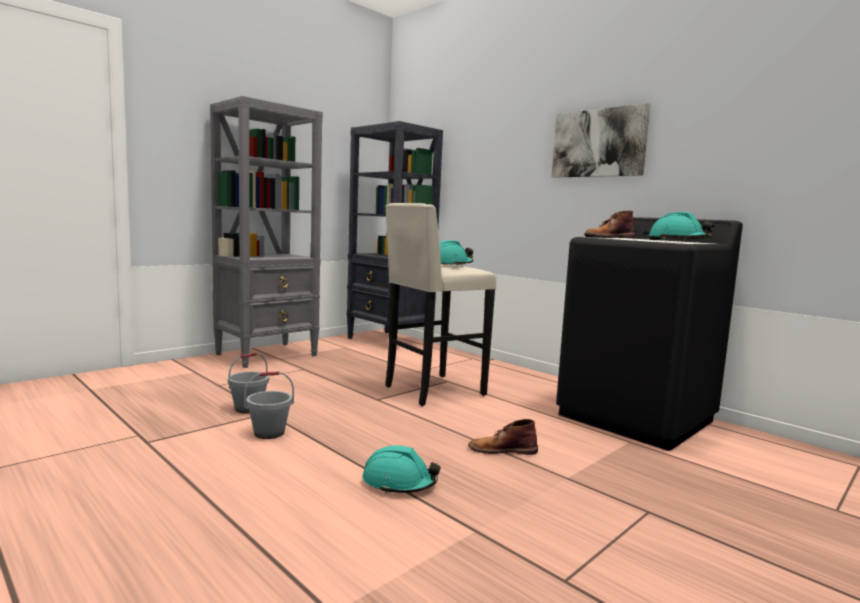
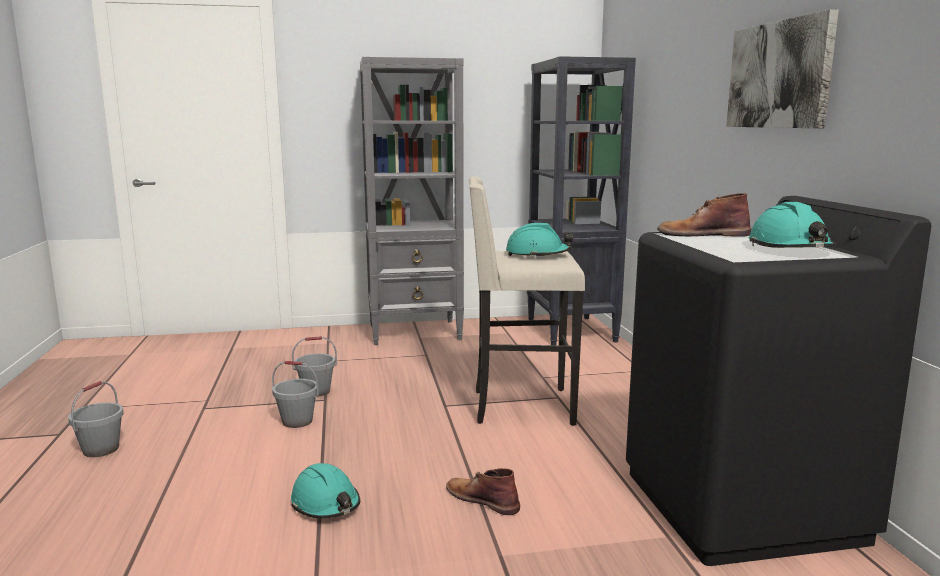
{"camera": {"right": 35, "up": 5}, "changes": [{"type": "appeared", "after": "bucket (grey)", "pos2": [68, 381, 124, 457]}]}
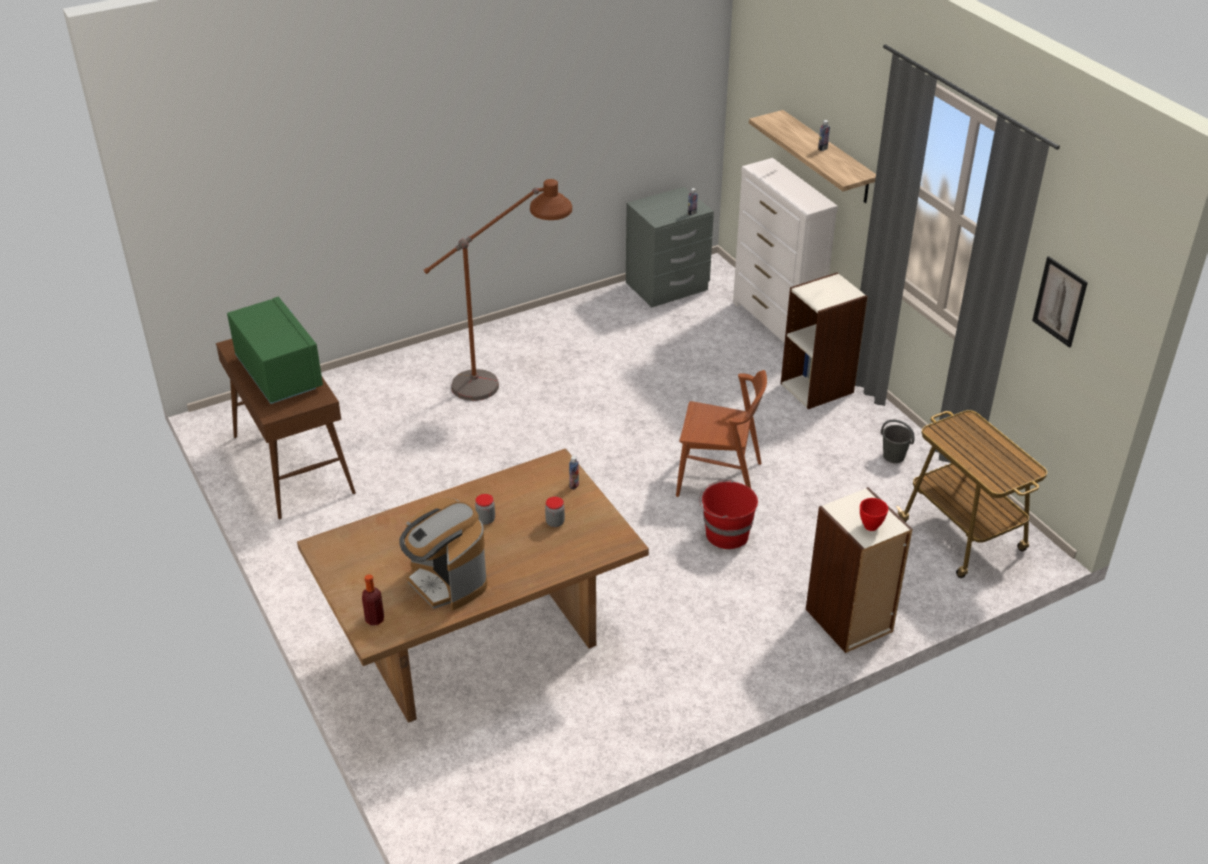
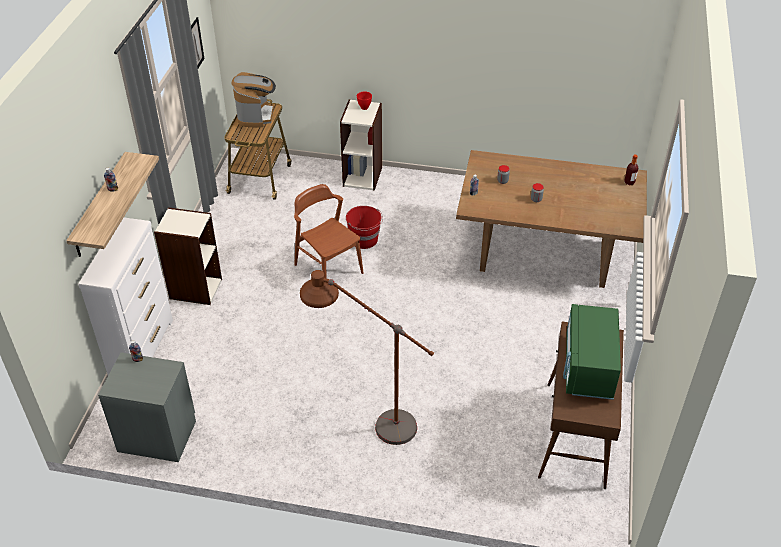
{"camera": {"right": -140, "up": 5}, "changes": [{"type": "relocated", "before": "coffee machine", "pos1": [400, 498, 487, 610], "pos2": [232, 72, 276, 127]}, {"type": "missing", "before": "bucket (grey)", "pos1": [881, 420, 915, 463]}]}
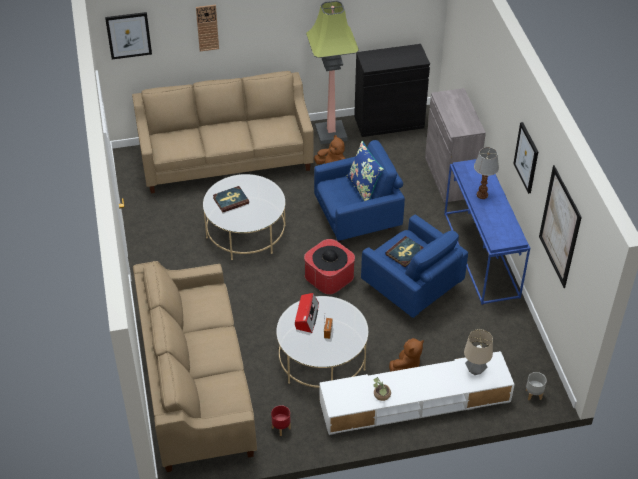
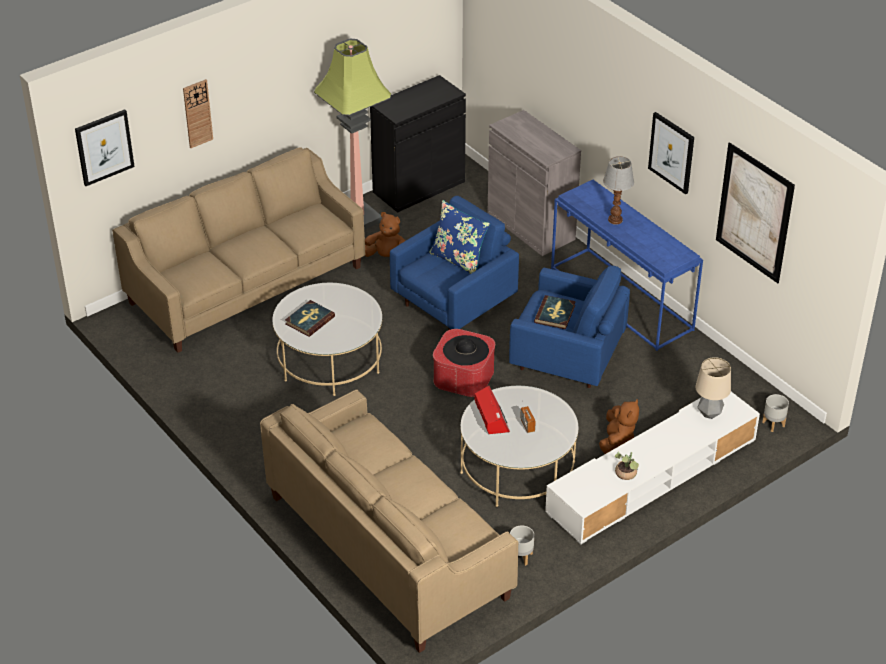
{"camera": {"right": -25, "up": -5}, "changes": [{"type": "colour", "before": "planter (red)", "after": "planter (grey)", "pos1": [271, 405, 291, 436], "pos2": [510, 525, 534, 566]}]}
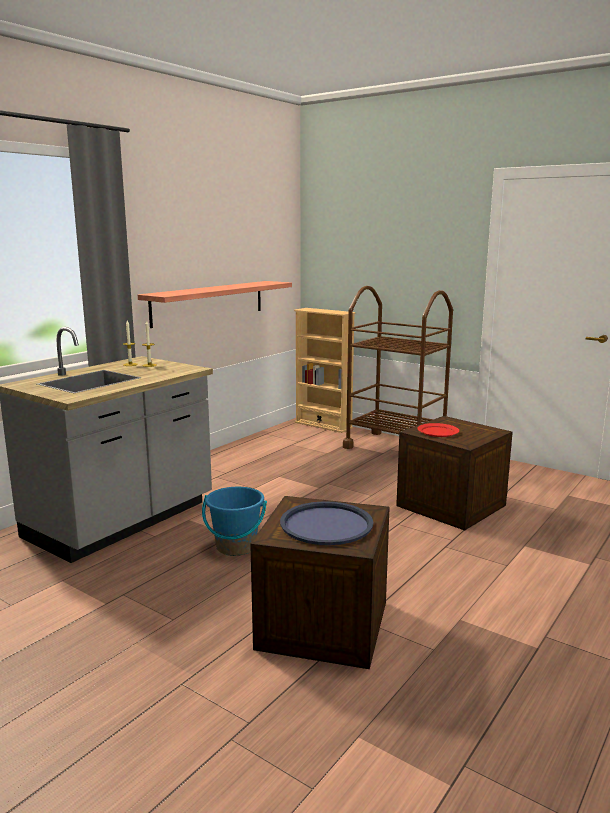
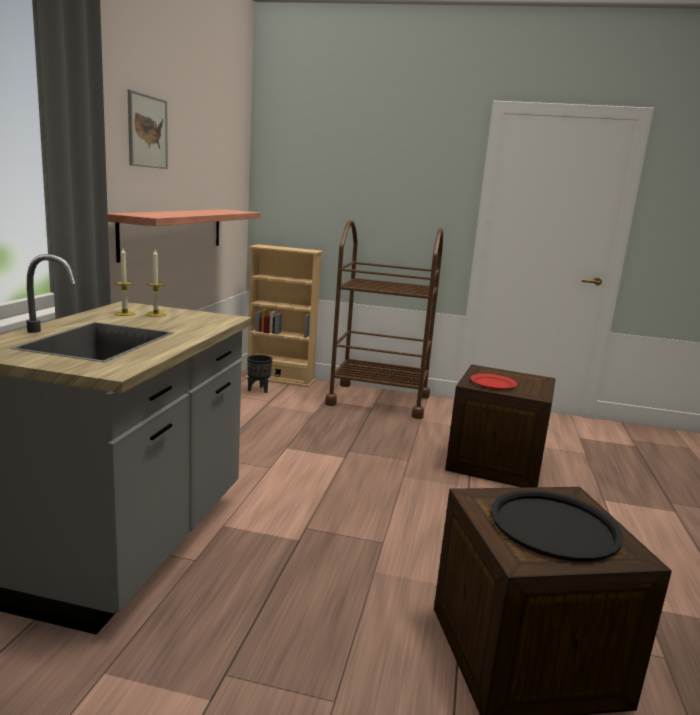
{"camera": {"right": -25, "up": 0}, "changes": [{"type": "appeared", "after": "picture", "pos2": [128, 89, 168, 169]}, {"type": "appeared", "after": "planter (black)", "pos2": [247, 355, 272, 393]}, {"type": "colour", "before": "tray (blue)", "after": "tray (black)", "pos1": [280, 501, 374, 545], "pos2": [491, 490, 623, 562]}, {"type": "missing", "before": "bucket (blue)", "pos1": [202, 487, 267, 556]}]}
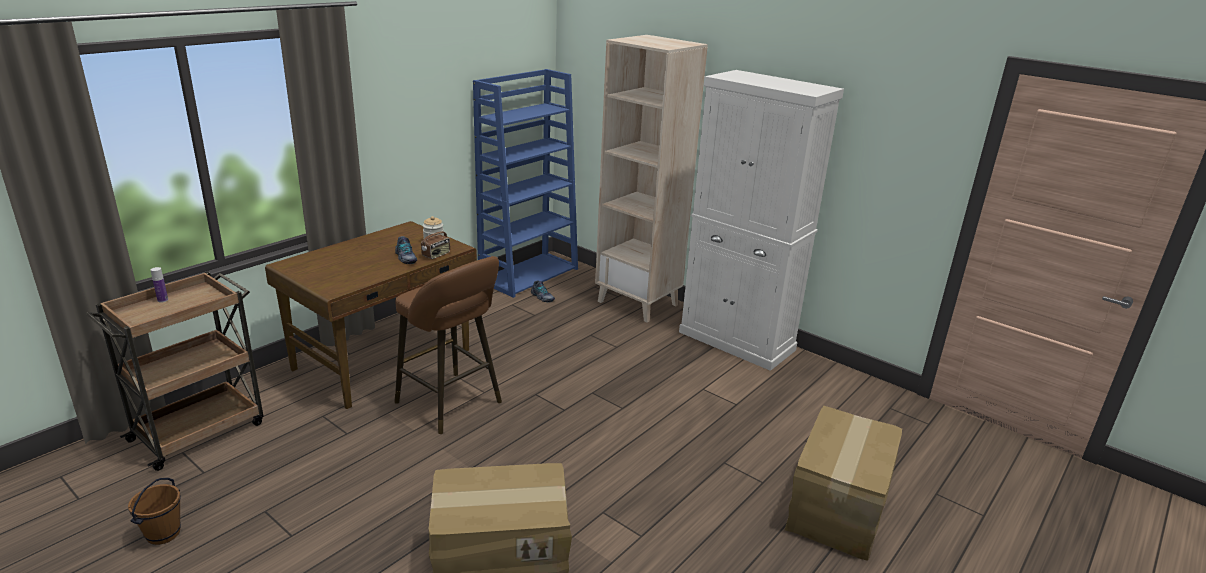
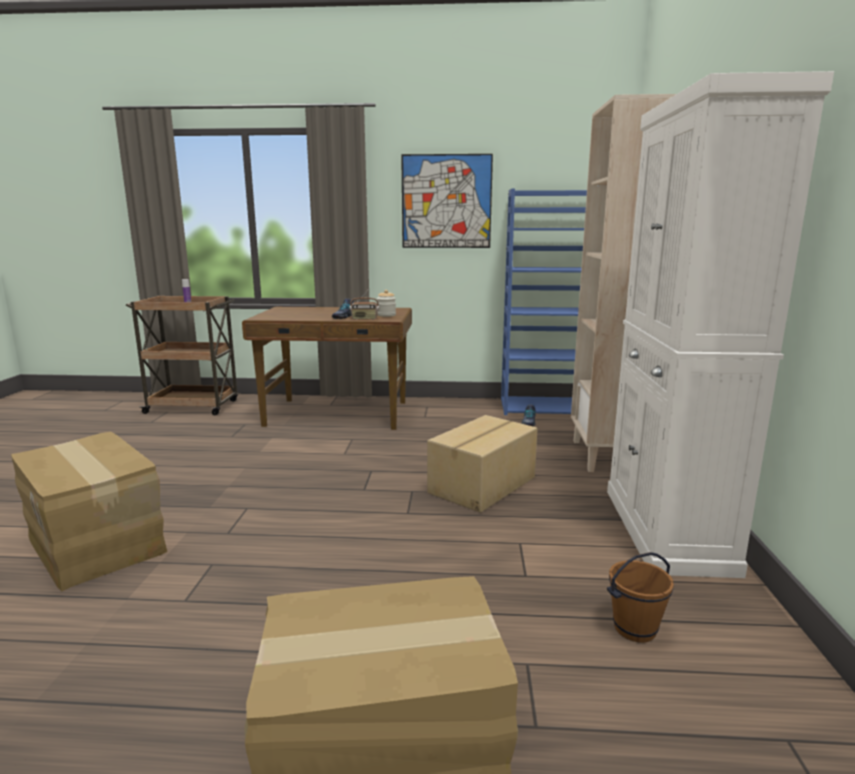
{"camera": {"right": 55, "up": -10}, "changes": [{"type": "appeared", "after": "picture", "pos2": [401, 154, 493, 248]}, {"type": "appeared", "after": "cardboard box", "pos2": [427, 415, 537, 513]}, {"type": "relocated", "before": "bucket (brown)", "pos1": [128, 478, 181, 545], "pos2": [607, 552, 674, 643]}, {"type": "missing", "before": "stool (brown)", "pos1": [394, 256, 502, 434]}]}
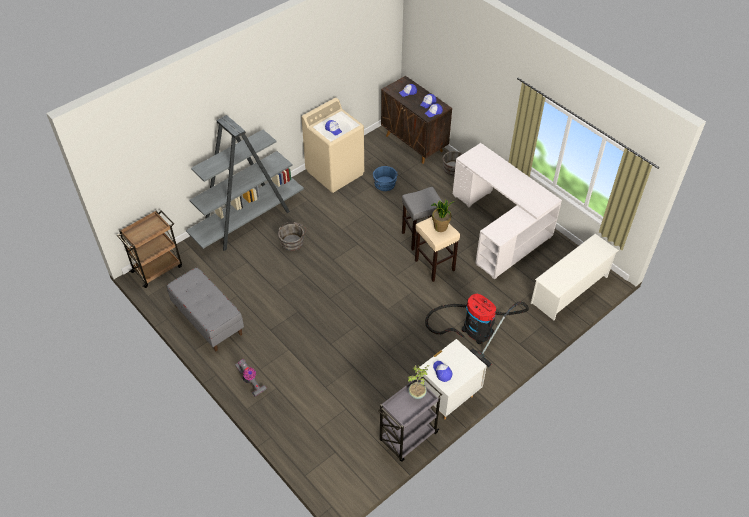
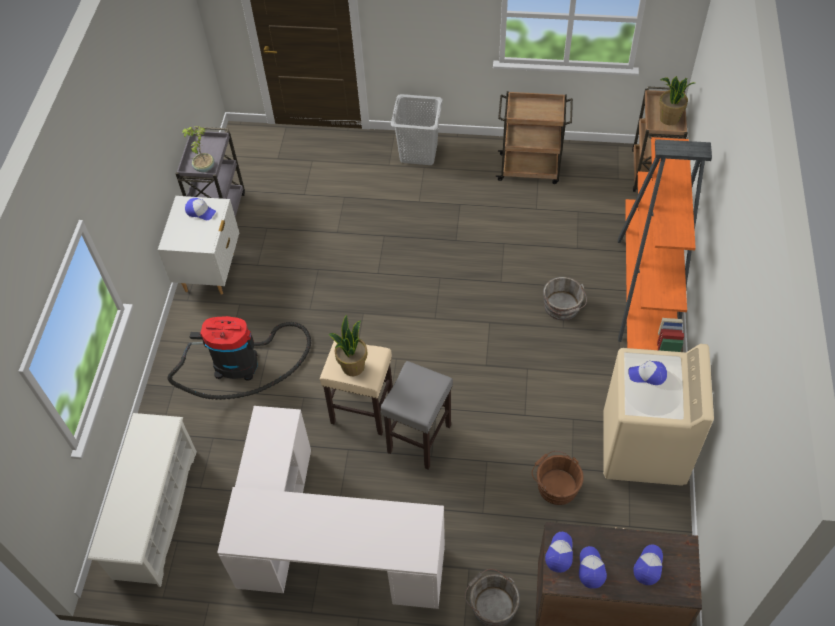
{"camera": {"right": 140, "up": 5}, "changes": [{"type": "exchanged", "before": "vacuum cleaner", "after": "laundry basket (grey)", "pos1": [235, 359, 267, 397], "pos2": [391, 94, 443, 165]}, {"type": "exchanged", "before": "bench (grey)", "after": "cart (brown)", "pos1": [167, 267, 244, 351], "pos2": [496, 91, 573, 184]}, {"type": "colour", "before": "bucket (blue)", "after": "bucket (brown)", "pos1": [372, 166, 398, 191], "pos2": [532, 451, 584, 505]}, {"type": "colour", "before": "bookcase (grey)", "after": "bookcase (orange)", "pos1": [186, 115, 304, 251], "pos2": [618, 137, 712, 352]}, {"type": "appeared", "after": "potted plant", "pos2": [659, 76, 695, 125]}]}
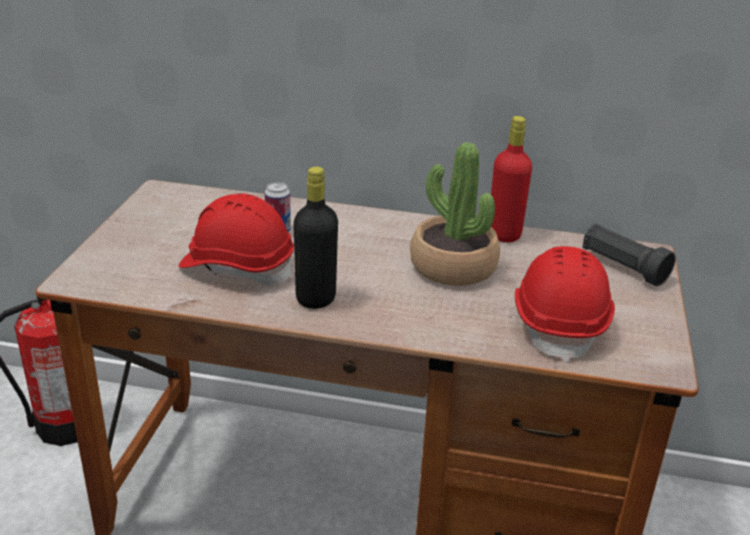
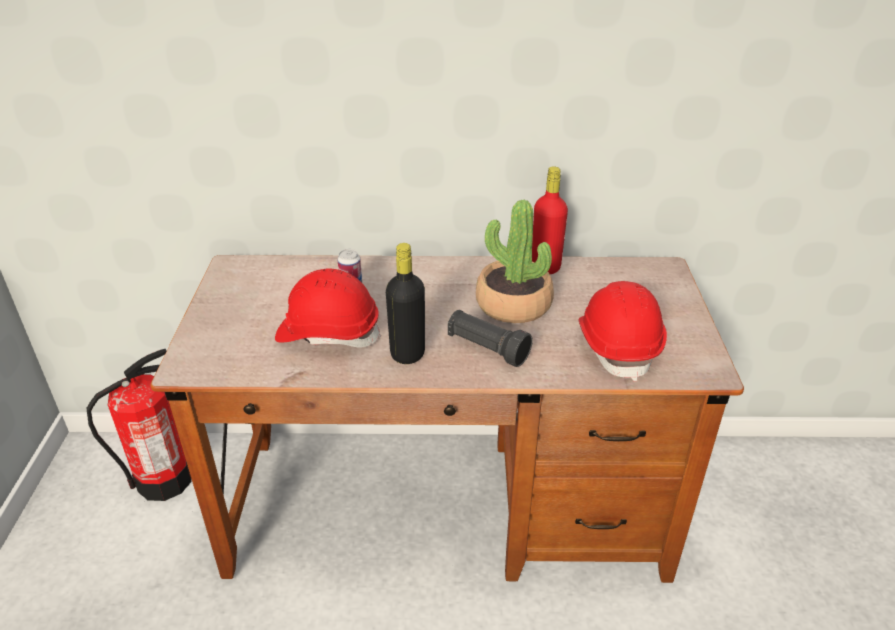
{"camera": {"right": -10, "up": 5}, "changes": [{"type": "relocated", "before": "flashlight (black)", "pos1": [582, 224, 676, 286], "pos2": [448, 310, 533, 367]}]}
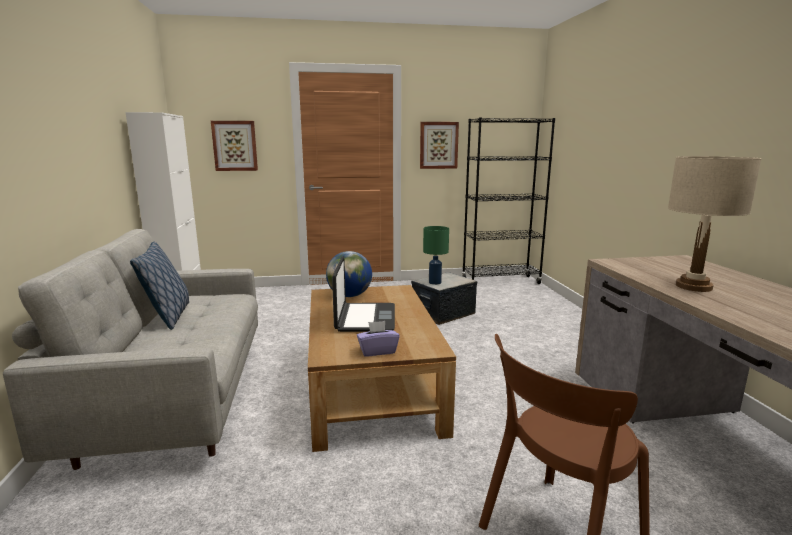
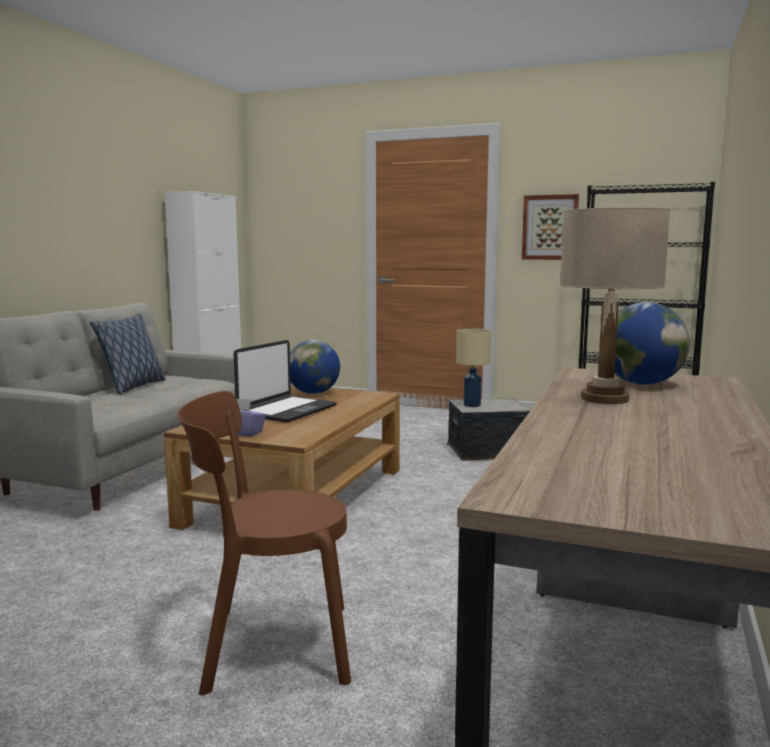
{"camera": {"right": 30, "up": -5}, "changes": [{"type": "colour", "before": "table lamp (green)", "after": "table lamp (beige)", "pos1": [423, 226, 449, 285], "pos2": [456, 329, 491, 407]}, {"type": "appeared", "after": "globe", "pos2": [615, 302, 690, 385]}, {"type": "missing", "before": "picture", "pos1": [211, 121, 258, 171]}]}
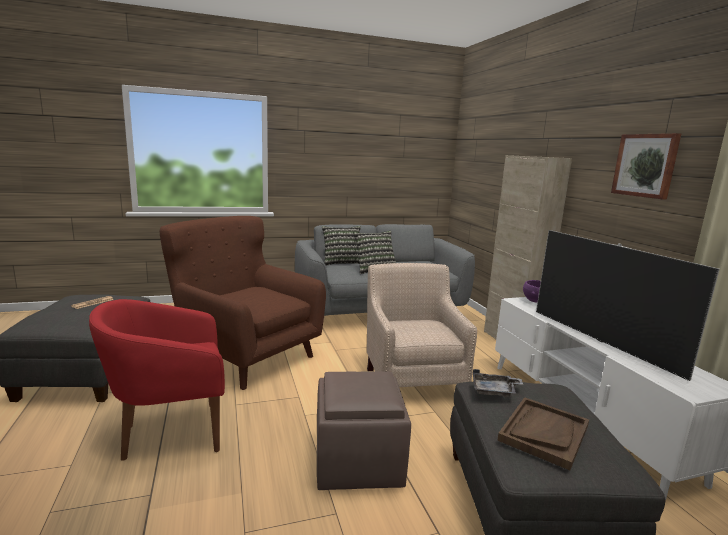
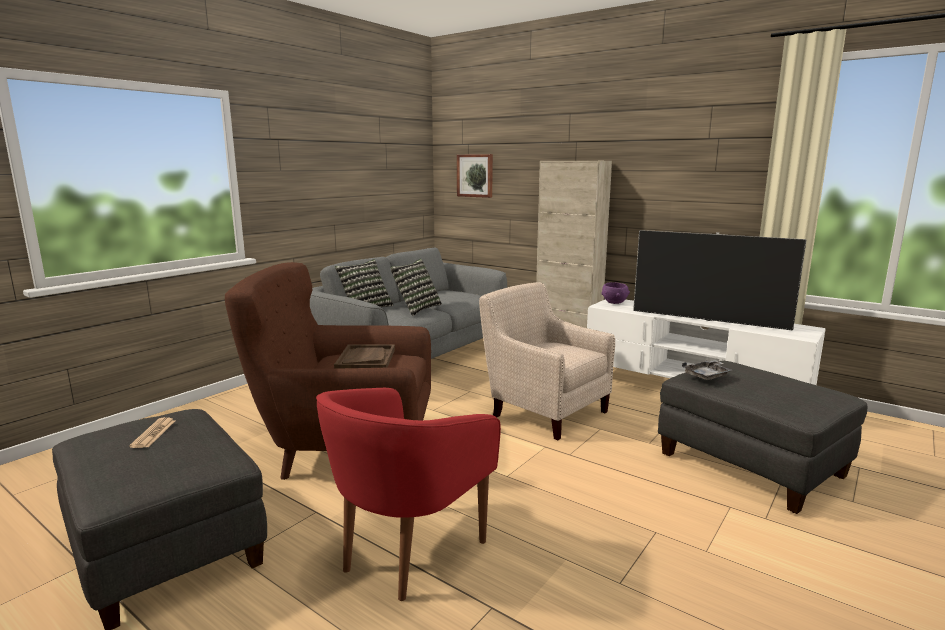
{"camera": {"right": -35, "up": 0}, "changes": [{"type": "relocated", "before": "tray (brown)", "pos1": [497, 397, 589, 470], "pos2": [334, 345, 395, 369]}, {"type": "relocated", "before": "picture", "pos1": [611, 133, 681, 200], "pos2": [457, 154, 493, 198]}, {"type": "missing", "before": "ottoman (brown)", "pos1": [317, 371, 411, 490]}]}
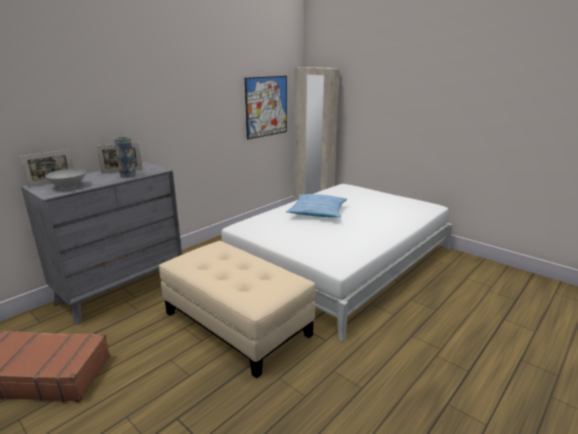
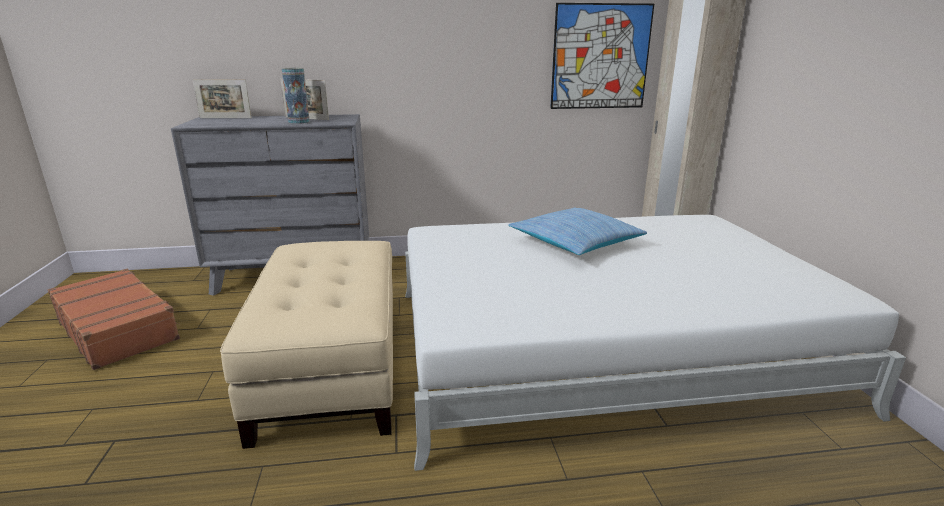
{"camera": {"right": 40, "up": 0}, "changes": [{"type": "missing", "before": "bowl (grey)", "pos1": [45, 169, 86, 188]}]}
